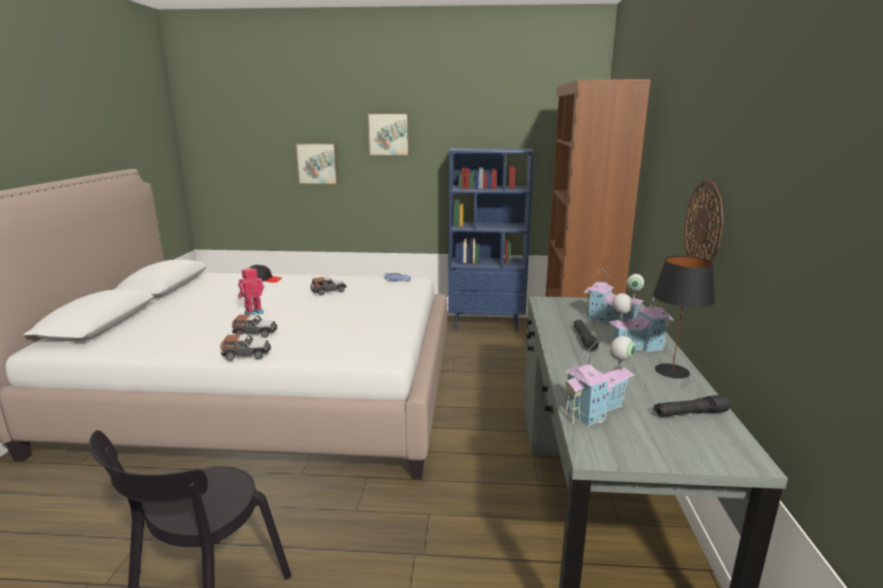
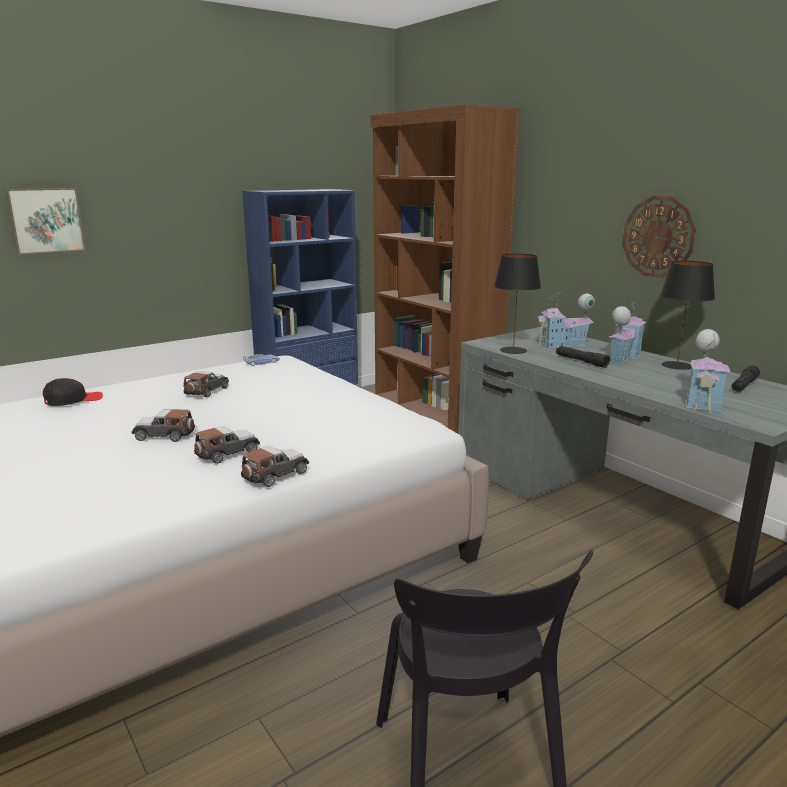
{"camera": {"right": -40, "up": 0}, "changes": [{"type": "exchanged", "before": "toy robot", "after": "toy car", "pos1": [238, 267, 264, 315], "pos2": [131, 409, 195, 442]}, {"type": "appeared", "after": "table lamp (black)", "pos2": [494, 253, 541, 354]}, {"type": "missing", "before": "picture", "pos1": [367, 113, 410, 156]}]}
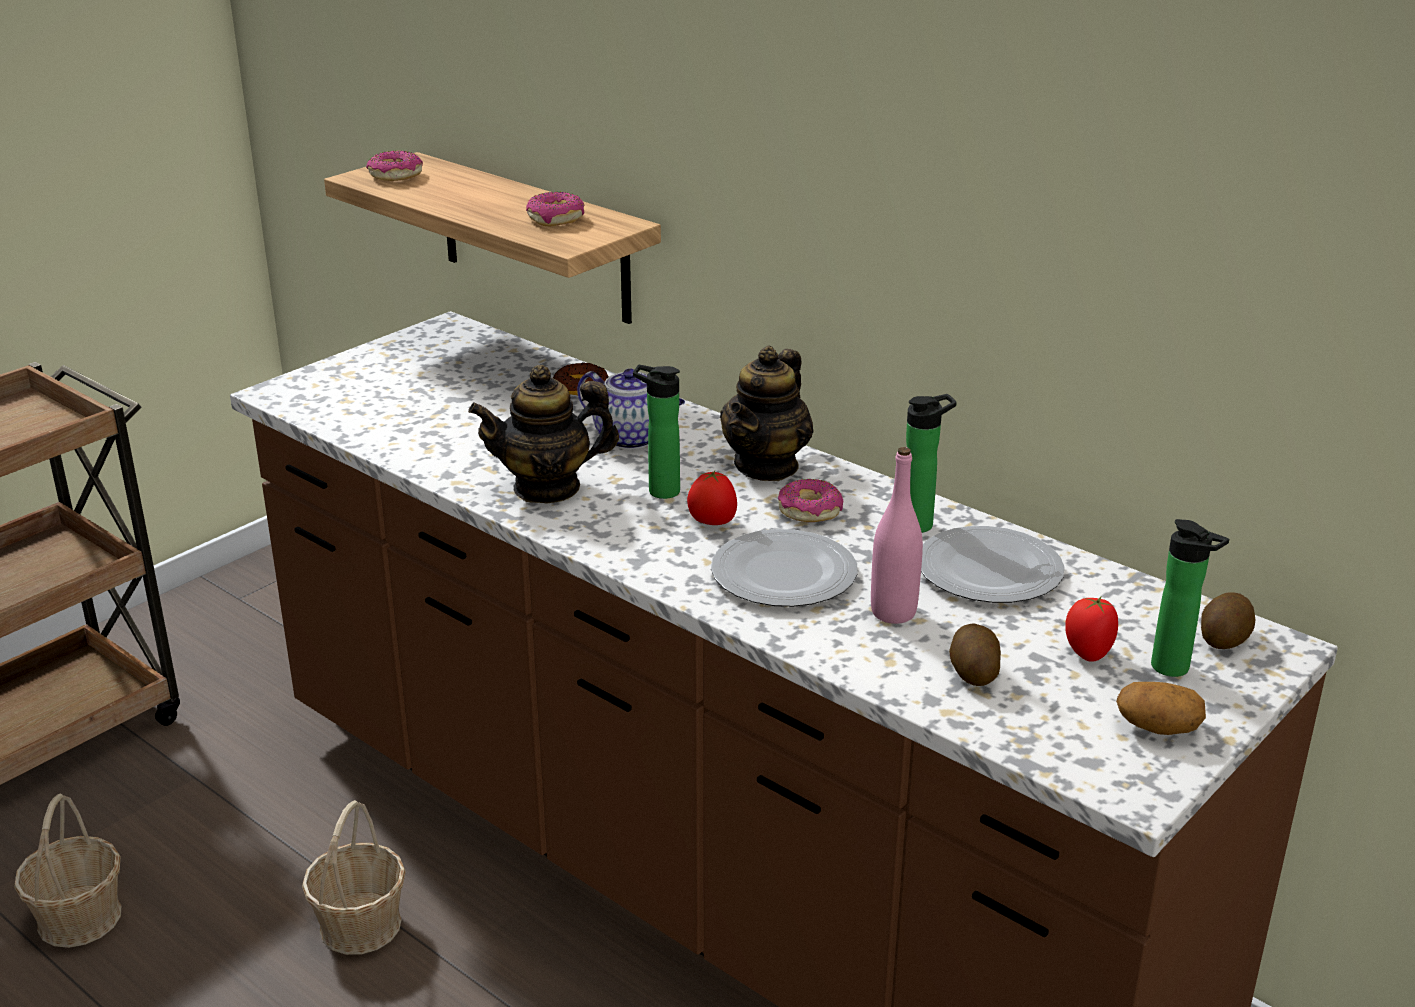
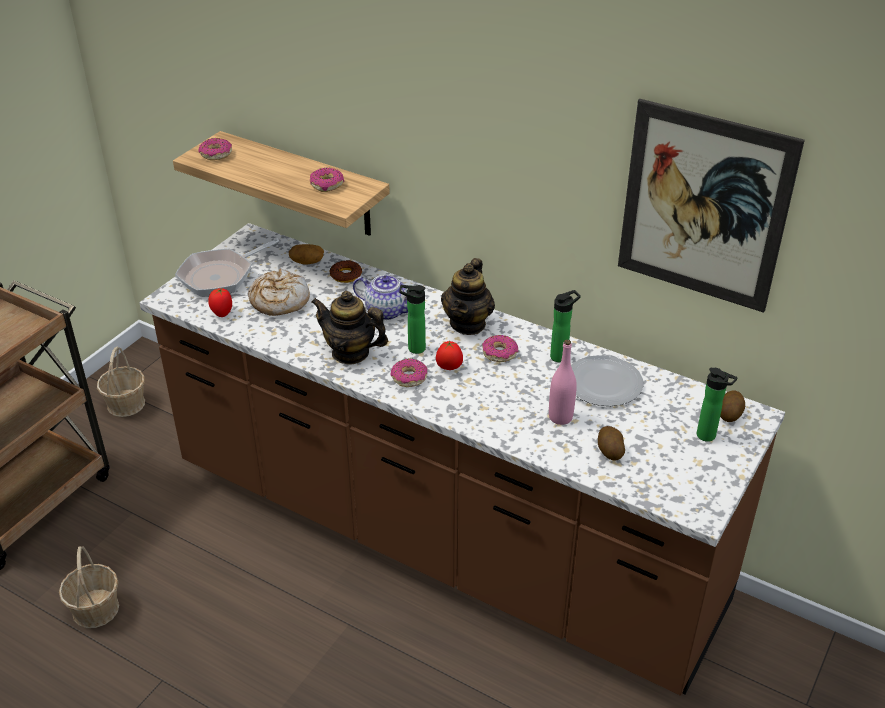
{"camera": {"right": -10, "up": 10}, "changes": [{"type": "relocated", "before": "basket", "pos1": [302, 800, 406, 955], "pos2": [97, 346, 145, 417]}, {"type": "appeared", "after": "frying pan", "pos2": [175, 239, 279, 297]}, {"type": "relocated", "before": "tomato", "pos1": [1065, 597, 1118, 662], "pos2": [208, 288, 232, 317]}, {"type": "appeared", "after": "bread", "pos2": [248, 268, 310, 316]}, {"type": "relocated", "before": "potato", "pos1": [1116, 682, 1206, 735], "pos2": [289, 244, 324, 265]}, {"type": "spun", "before": "teapot", "pos1": [468, 365, 619, 504], "pos2": [311, 291, 388, 365], "turn": 45}, {"type": "appeared", "after": "donut", "pos2": [391, 358, 428, 387]}, {"type": "appeared", "after": "picture", "pos2": [618, 99, 805, 313]}, {"type": "missing", "before": "plate", "pos1": [711, 529, 858, 607]}]}
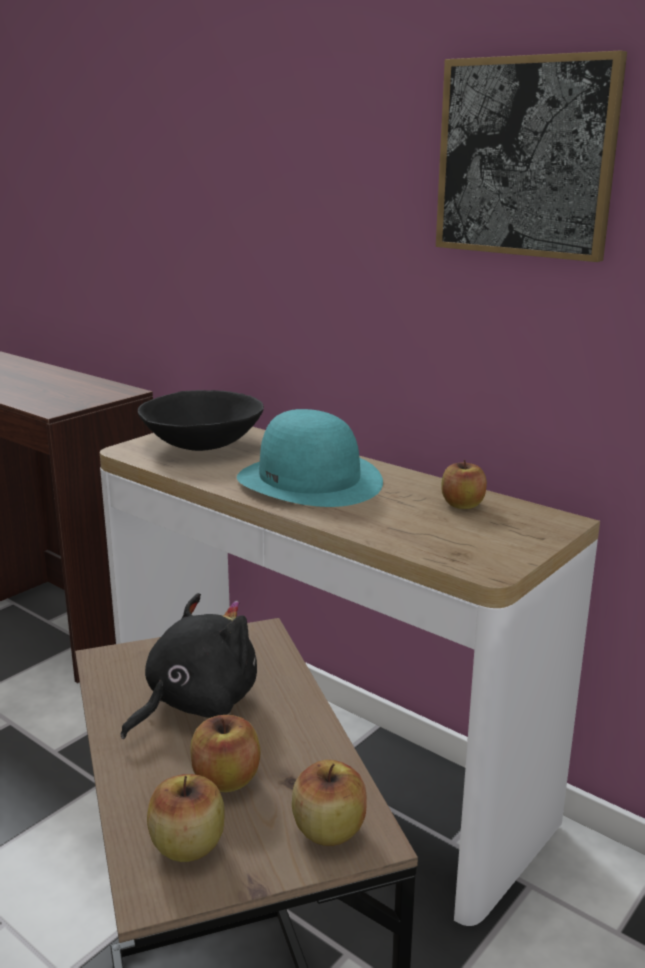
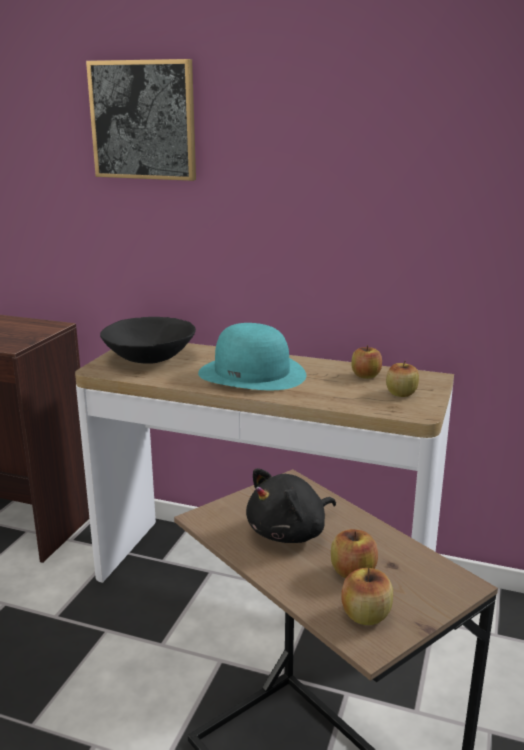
{"camera": {"right": -20, "up": 0}, "changes": [{"type": "relocated", "before": "picture", "pos1": [436, 50, 627, 262], "pos2": [86, 59, 196, 181]}, {"type": "spun", "before": "plush toy (black)", "pos1": [121, 593, 257, 739], "pos2": [246, 468, 336, 543], "turn": -150}, {"type": "relocated", "before": "apple", "pos1": [292, 760, 366, 846], "pos2": [386, 361, 419, 397]}]}
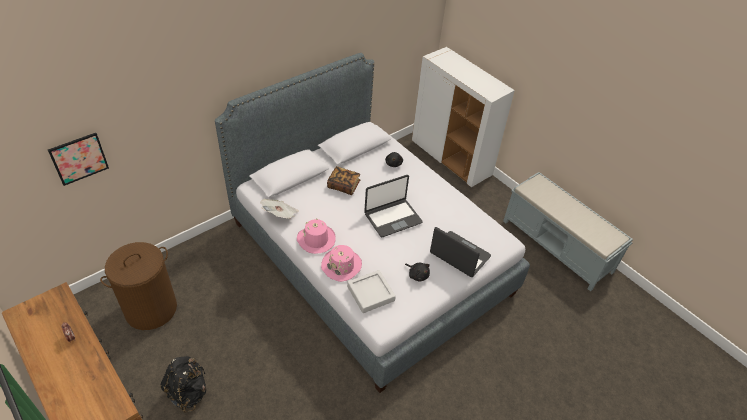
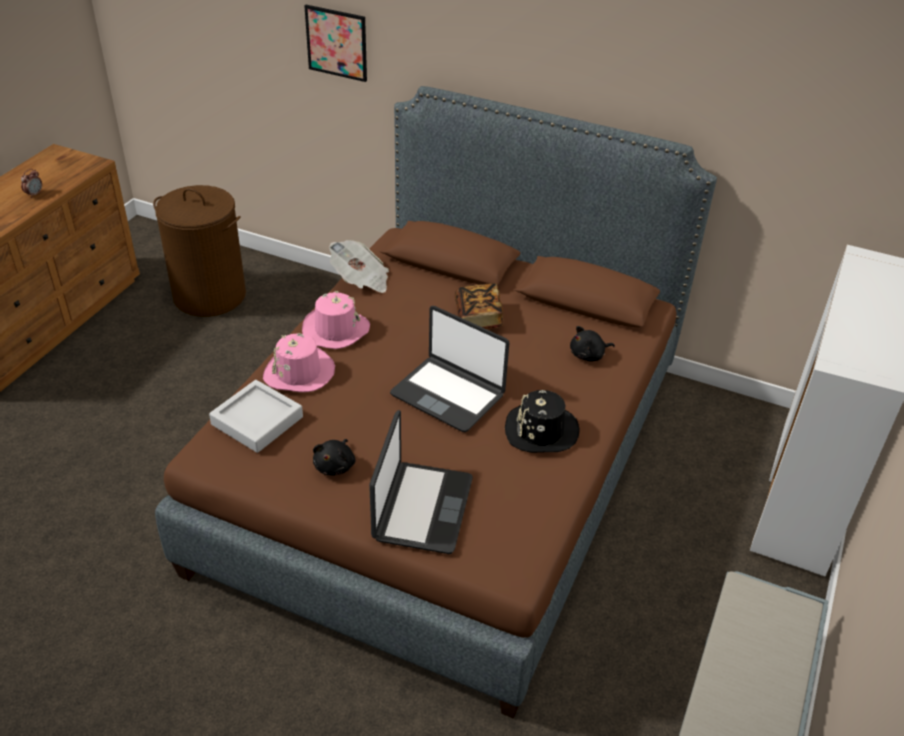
{"camera": {"right": 65, "up": -5}, "changes": [{"type": "colour", "before": "bed (grey)", "after": "bed (brown)", "pos1": [215, 53, 530, 393], "pos2": [155, 86, 717, 719]}, {"type": "relocated", "before": "picture", "pos1": [48, 133, 109, 186], "pos2": [305, 5, 367, 82]}, {"type": "appeared", "after": "hat (black)", "pos2": [505, 390, 580, 453]}, {"type": "missing", "before": "backpack (black)", "pos1": [160, 356, 206, 413]}]}
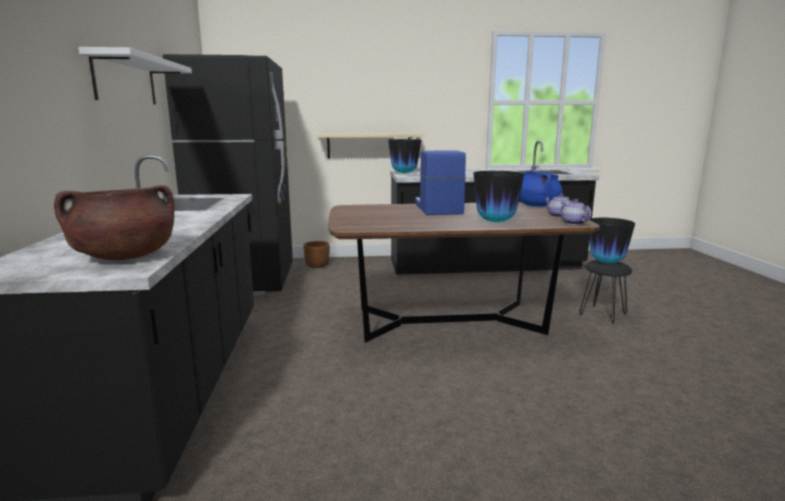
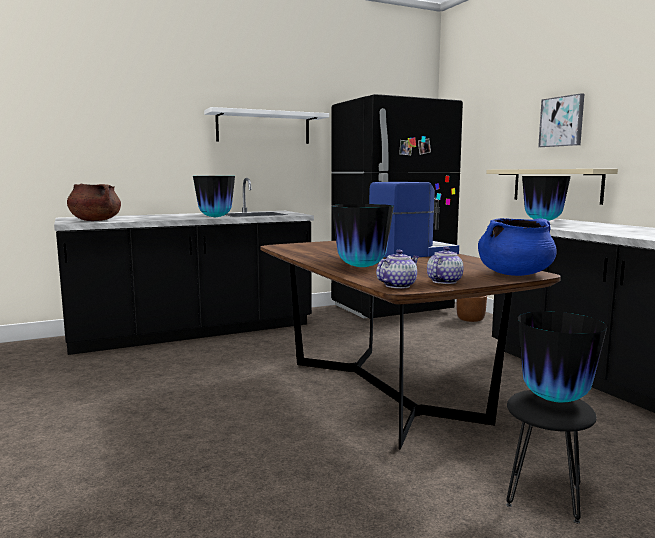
{"camera": {"right": 70, "up": -5}, "changes": [{"type": "appeared", "after": "vase", "pos2": [193, 176, 235, 218]}, {"type": "appeared", "after": "picture", "pos2": [538, 93, 584, 147]}]}
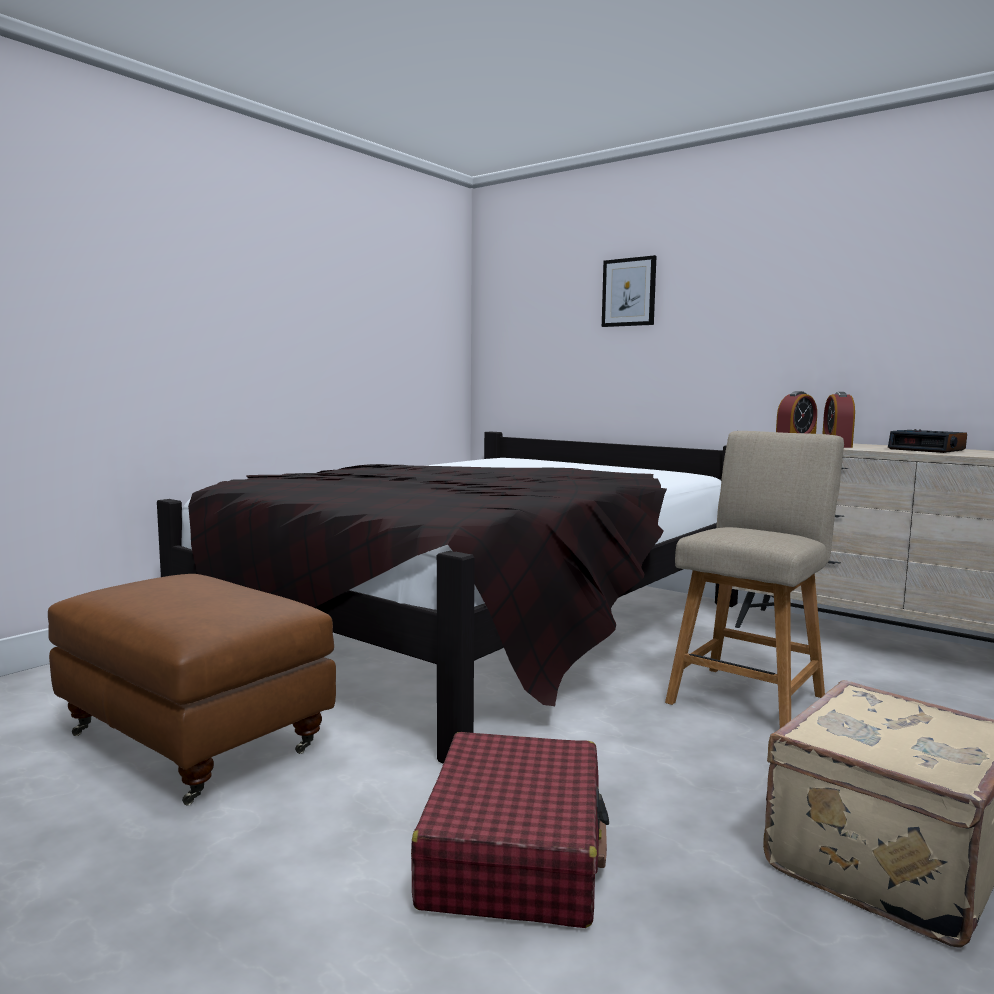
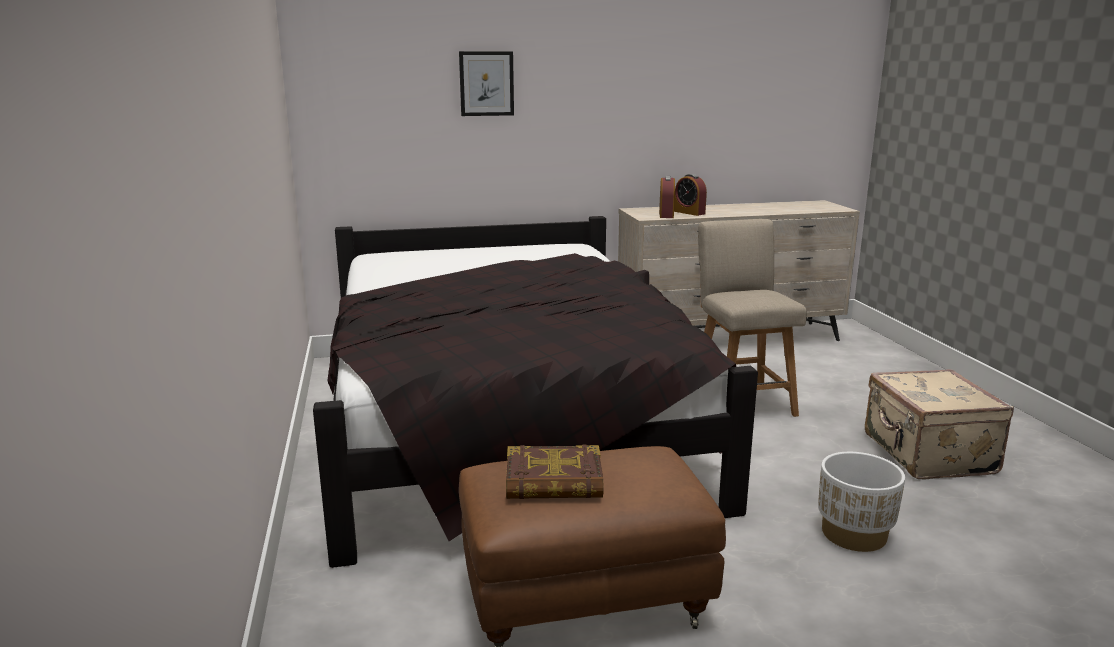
{"camera": {"right": -50, "up": 10}, "changes": [{"type": "appeared", "after": "book", "pos2": [506, 444, 604, 499]}, {"type": "exchanged", "before": "suitcase (red)", "after": "planter (white)", "pos1": [411, 732, 609, 928], "pos2": [818, 452, 905, 552]}, {"type": "missing", "before": "alarm clock", "pos1": [888, 429, 967, 453]}]}
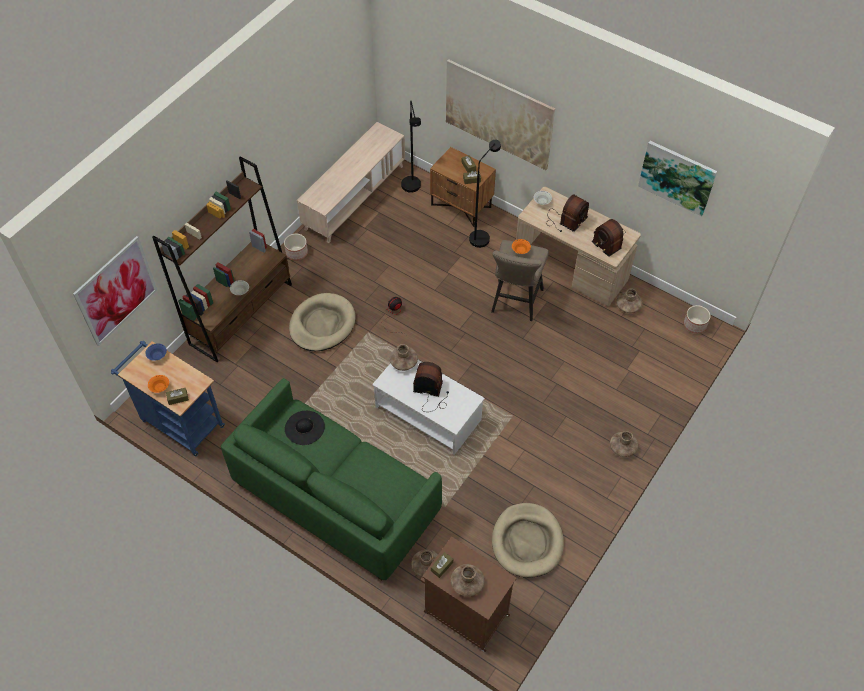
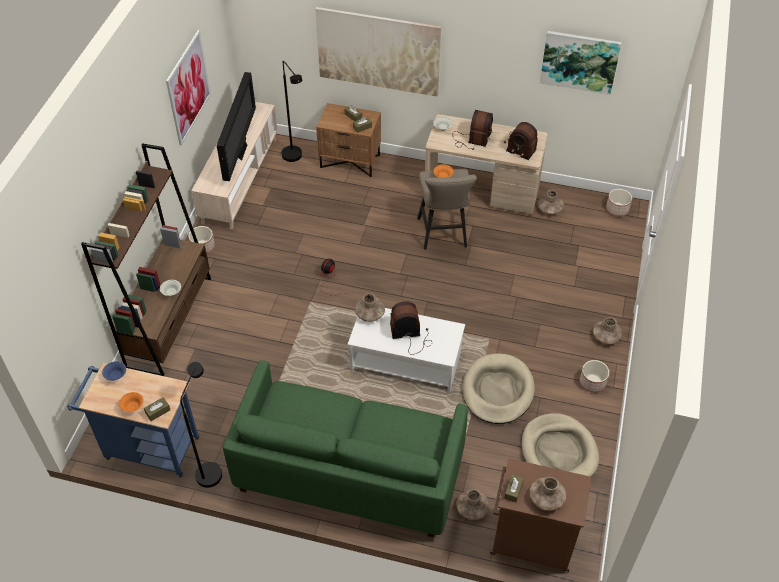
{"camera": {"right": -20, "up": -5}, "changes": [{"type": "relocated", "before": "picture", "pos1": [73, 236, 157, 346], "pos2": [166, 30, 211, 145]}, {"type": "relocated", "before": "floor lamp (black)", "pos1": [469, 140, 501, 248], "pos2": [180, 362, 222, 488]}, {"type": "appeared", "after": "television", "pos2": [217, 72, 256, 181]}, {"type": "relocated", "before": "dog bed (beige)", "pos1": [289, 293, 355, 351], "pos2": [462, 353, 535, 424]}, {"type": "appeared", "after": "planter", "pos2": [580, 360, 609, 393]}, {"type": "missing", "before": "hat (black)", "pos1": [285, 411, 325, 445]}]}
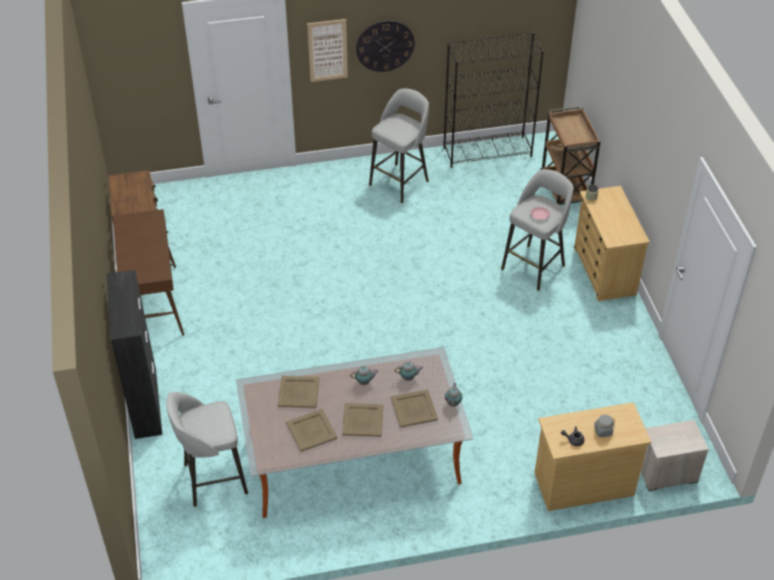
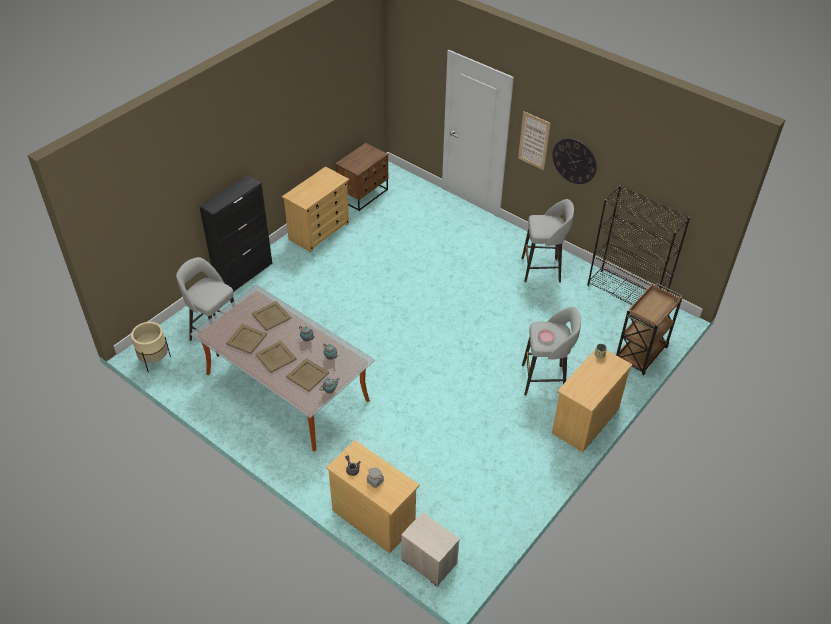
{"camera": {"right": 50, "up": 0}, "changes": [{"type": "appeared", "after": "planter (beige)", "pos2": [131, 322, 171, 372]}, {"type": "exchanged", "before": "console table (brown)", "after": "dresser (beige)", "pos1": [113, 209, 184, 336], "pos2": [282, 167, 349, 252]}]}
